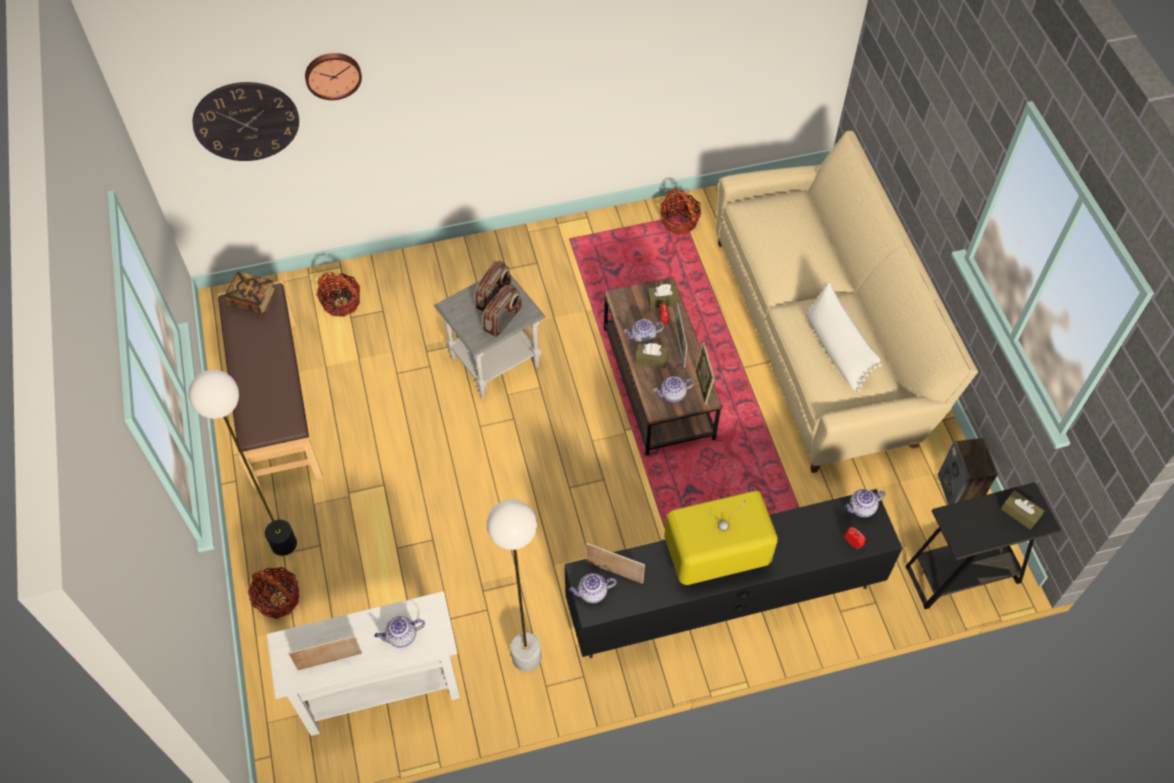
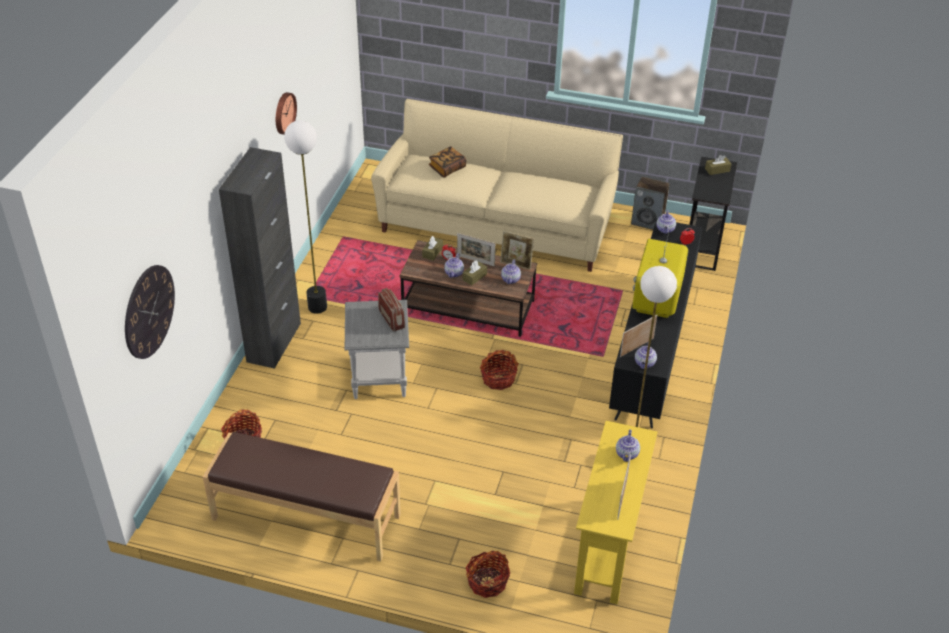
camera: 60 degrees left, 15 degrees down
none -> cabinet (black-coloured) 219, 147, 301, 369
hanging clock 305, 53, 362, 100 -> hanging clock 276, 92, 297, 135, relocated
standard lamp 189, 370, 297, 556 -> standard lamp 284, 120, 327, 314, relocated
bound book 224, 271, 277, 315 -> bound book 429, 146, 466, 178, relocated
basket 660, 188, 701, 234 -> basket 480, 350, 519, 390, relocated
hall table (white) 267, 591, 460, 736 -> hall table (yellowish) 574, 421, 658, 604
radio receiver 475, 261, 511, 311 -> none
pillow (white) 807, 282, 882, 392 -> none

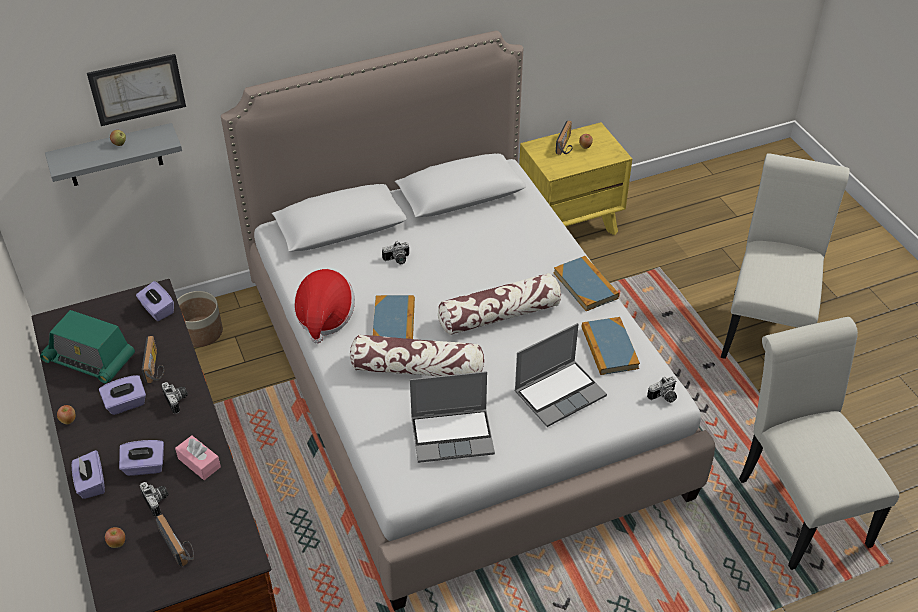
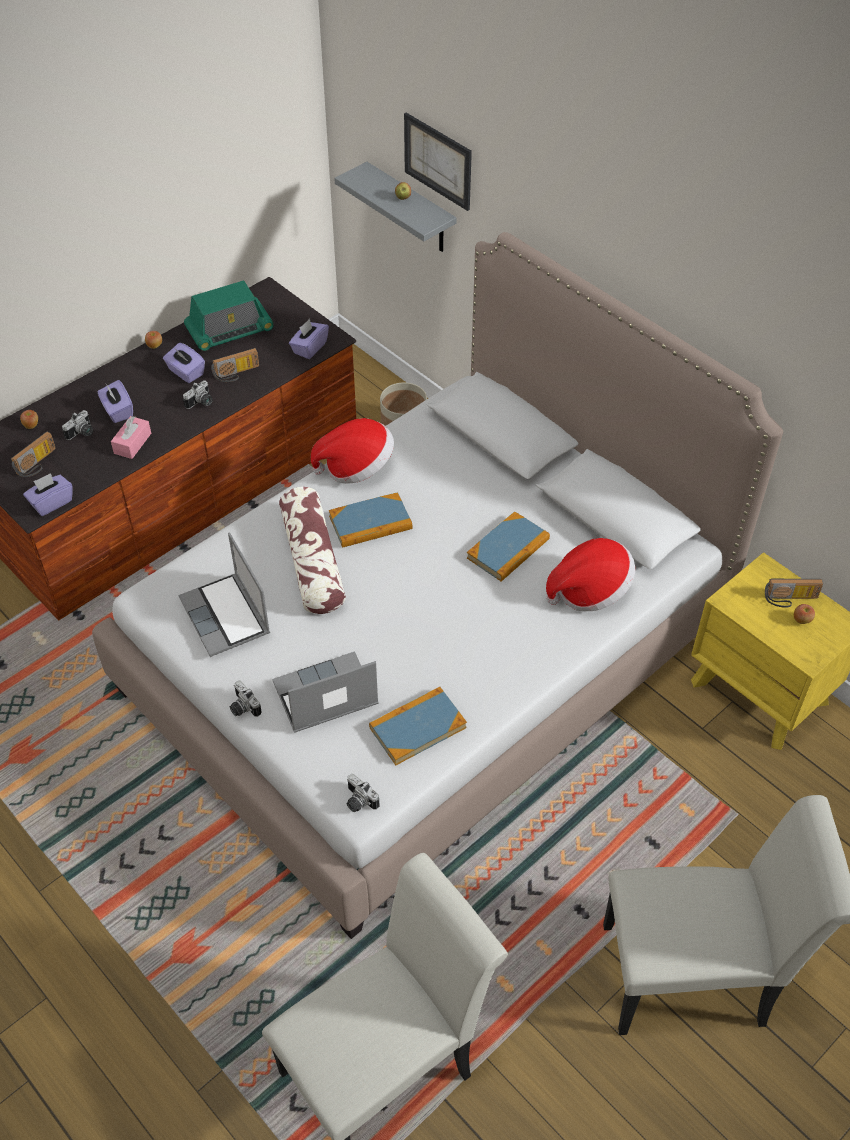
camera: 70 degrees right, 5 degrees up
box of tissues (purple-coloured) 72, 450, 105, 499 -> box of tissues (purple-coloured) 23, 473, 72, 516, relocated
radio receiver 40, 310, 135, 384 -> radio receiver 184, 281, 273, 351, 120 degrees counterclockwise
still camera 382, 241, 409, 264 -> still camera 230, 680, 262, 717, relocated
laptop 514, 323, 607, 427 -> laptop 272, 651, 379, 733, 120 degrees clockwise
bound book 554, 256, 619, 311 -> bound book 467, 511, 550, 581, relocated
none -> wearable hat 546, 538, 635, 611
pillow 438, 273, 561, 335 -> none

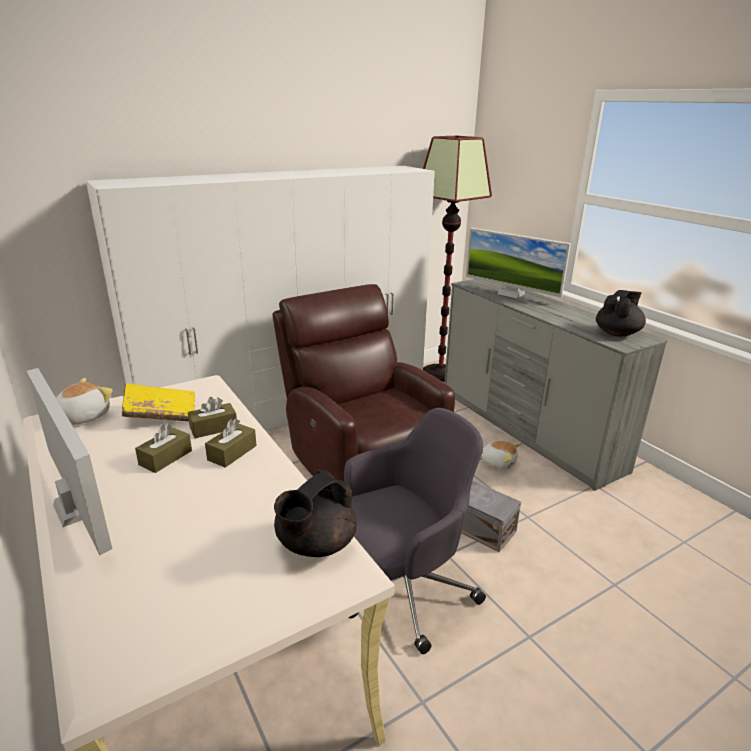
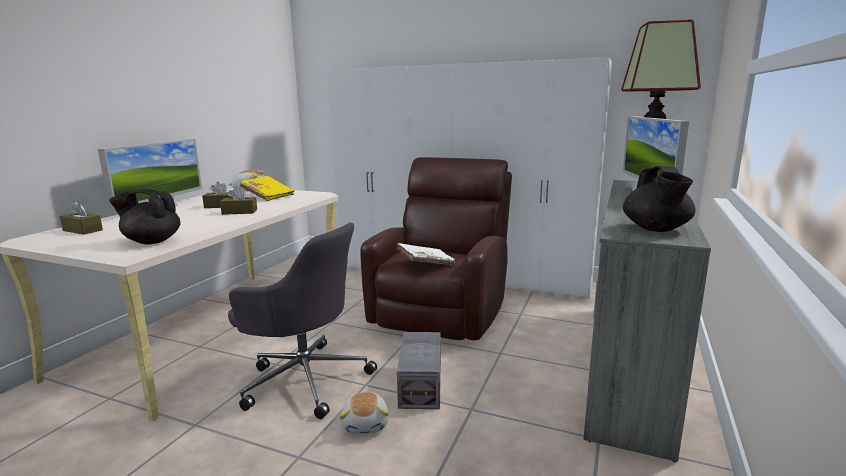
camera: 55 degrees right, 10 degrees down
box of tissues (brownish) 188, 397, 237, 438 -> box of tissues (brownish) 60, 201, 103, 235, relocated
soft toy 482, 440, 521, 470 -> soft toy 339, 392, 388, 434, relocated
none -> bound book (white) 397, 243, 455, 265
pot for tea (black-coloured) 596, 290, 646, 337 -> pot for tea (black-coloured) 623, 166, 696, 232, 90 degrees clockwise

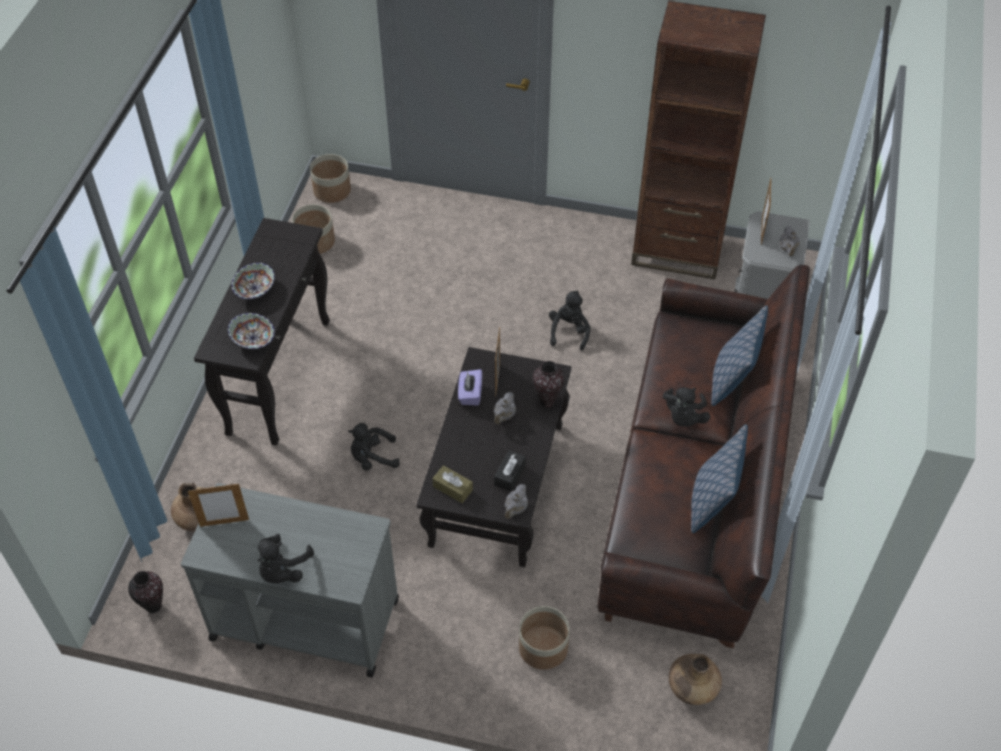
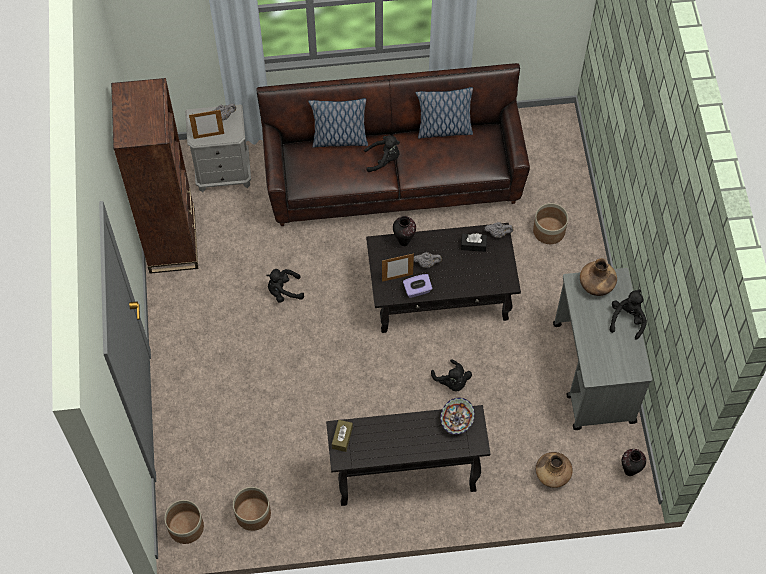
camera: 110 degrees left, 10 degrees up
box of tissues (brownish) 432, 465, 473, 503 -> box of tissues (brownish) 332, 420, 353, 452, relocated
flower vase (brownish) 668, 654, 722, 705 -> flower vase (brownish) 580, 258, 617, 296, relocated
soft toy (black-coloured) 257, 534, 314, 584 -> soft toy (black-coloured) 610, 289, 647, 340, 75 degrees counterclockwise
picture frame 188, 483, 249, 527 -> none
deep dish 231, 262, 275, 300 -> none

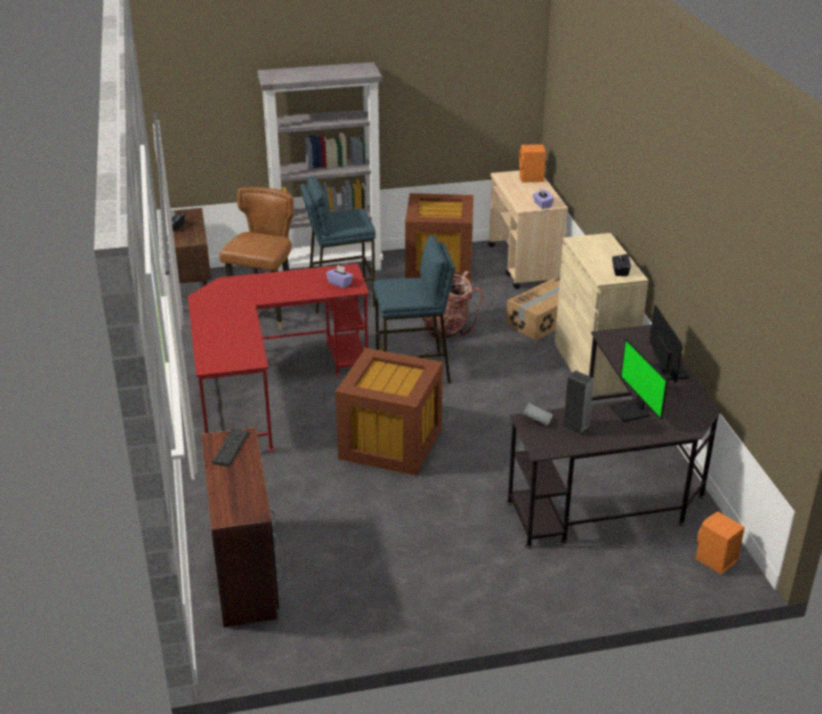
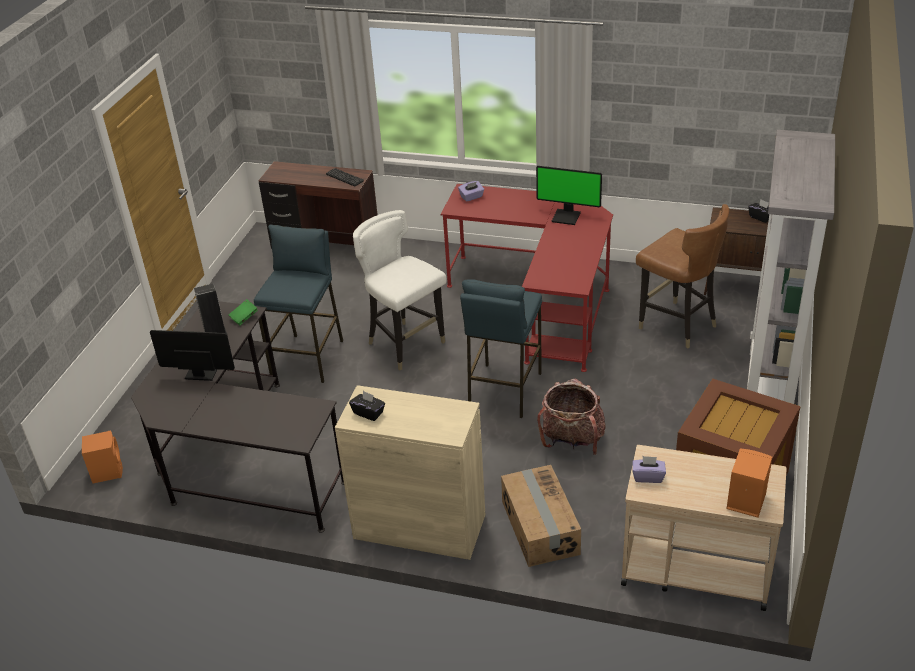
camera: 120 degrees right, 5 degrees up
bound book (gray) 523, 403, 553, 426 -> bound book (greenish) 229, 299, 258, 325
stool seat (blue) 300, 176, 376, 313 -> stool seat (blue) 254, 224, 343, 383, relocated
storage container (brownish) 335, 348, 443, 476 -> upright chair (white) 353, 210, 447, 370
box of tissues (purple-coloured) 326, 264, 353, 288 -> box of tissues (purple-coloured) 458, 181, 484, 202, relocated
monitor 649, 305, 690, 383 -> monitor 536, 166, 602, 225, relocated

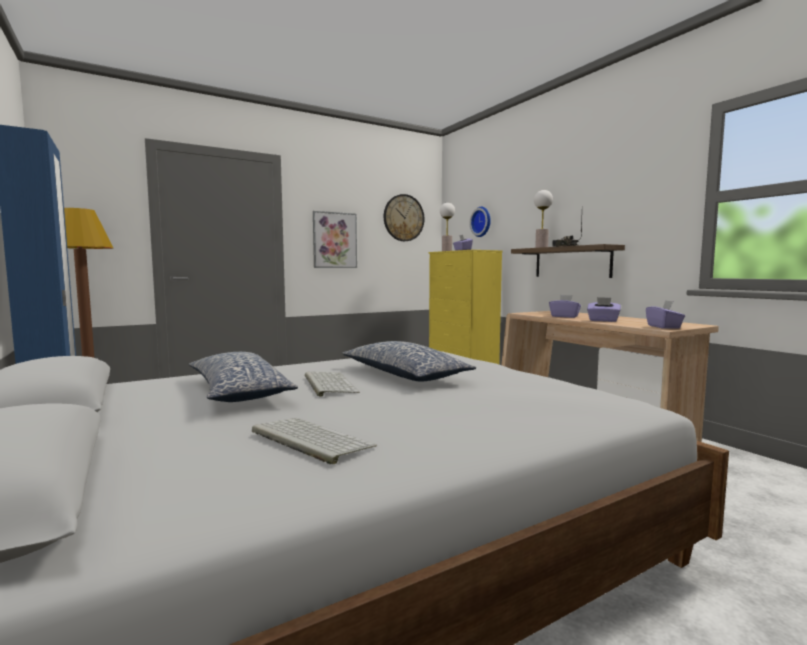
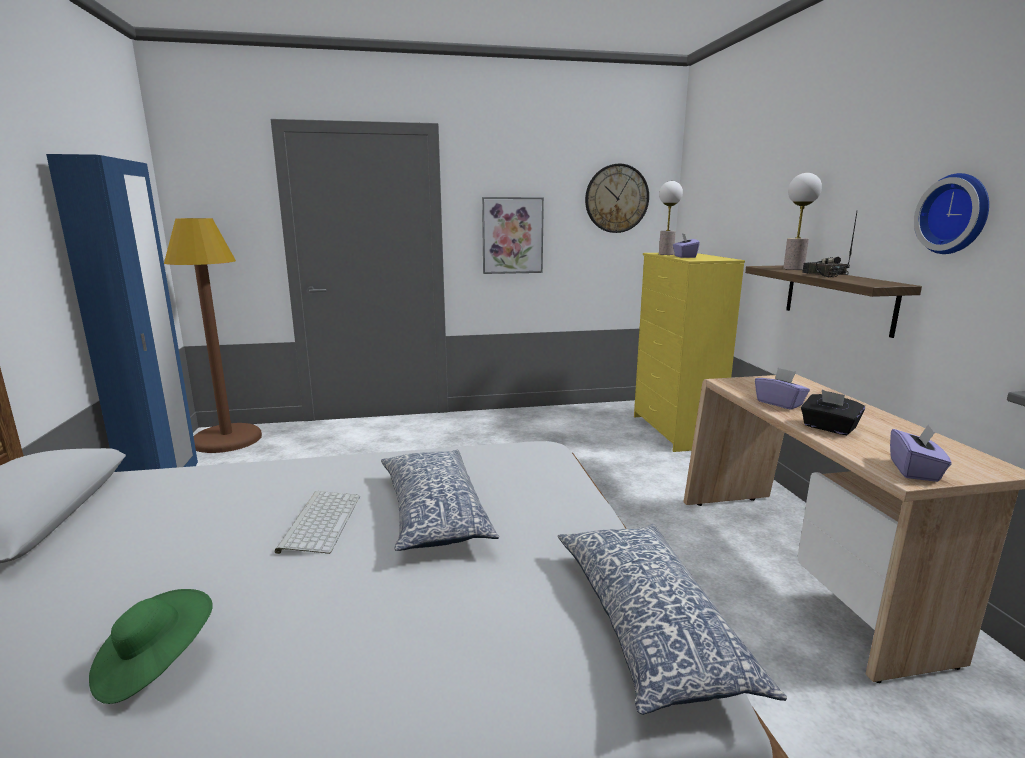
camera: 20 degrees right, 10 degrees up
keyboard 252, 418, 377, 464 -> wearable hat (greenish) 89, 589, 213, 704
pillow 189, 352, 298, 402 -> pillow 558, 524, 787, 715, relocated
box of tissues (purple-coloured) 587, 297, 621, 322 -> box of tissues (black-coloured) 801, 390, 865, 435
hanging clock 470, 207, 491, 237 -> hanging clock 914, 173, 989, 254, relocated

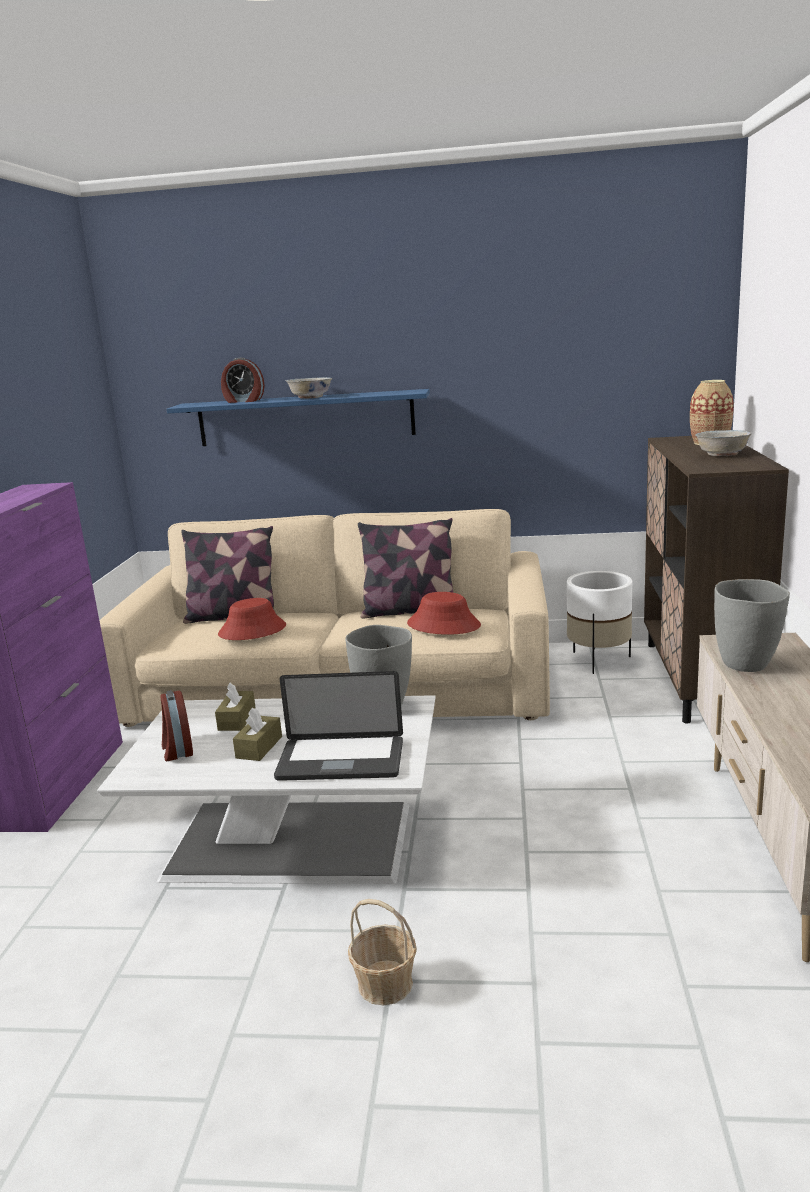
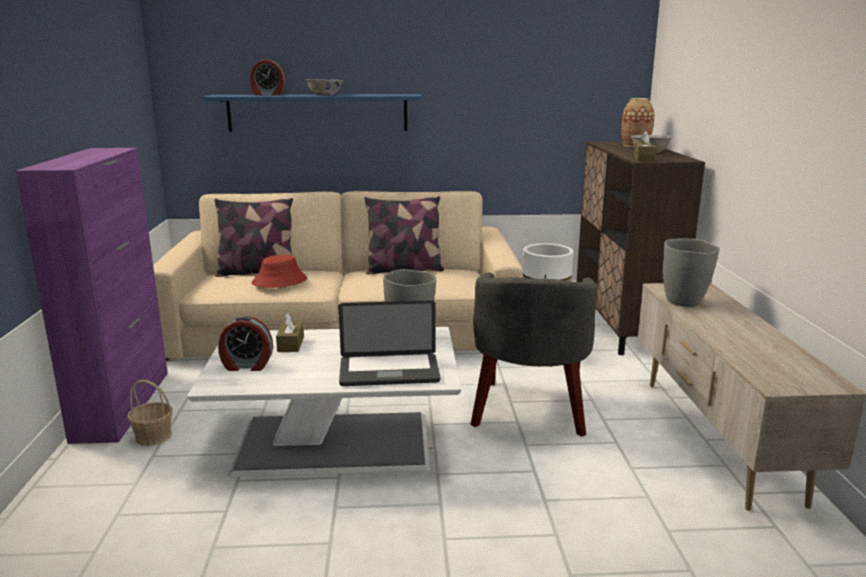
camera: 10 degrees left, 0 degrees up
basket 348, 899, 417, 1005 -> basket 127, 380, 173, 446, relocated
table clock 160, 690, 193, 761 -> table clock 218, 316, 273, 371, 60 degrees counterclockwise
none -> lounge chair (gray) 470, 272, 597, 437
box of tissues (brownish) 233, 707, 282, 761 -> box of tissues (brownish) 634, 131, 657, 162, relocated
wearable hat (red) 407, 592, 481, 635 -> none

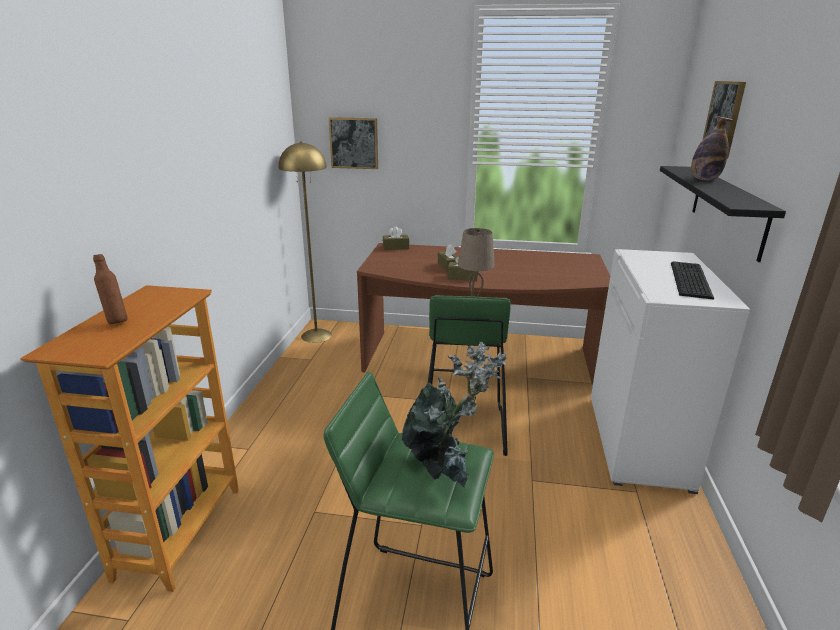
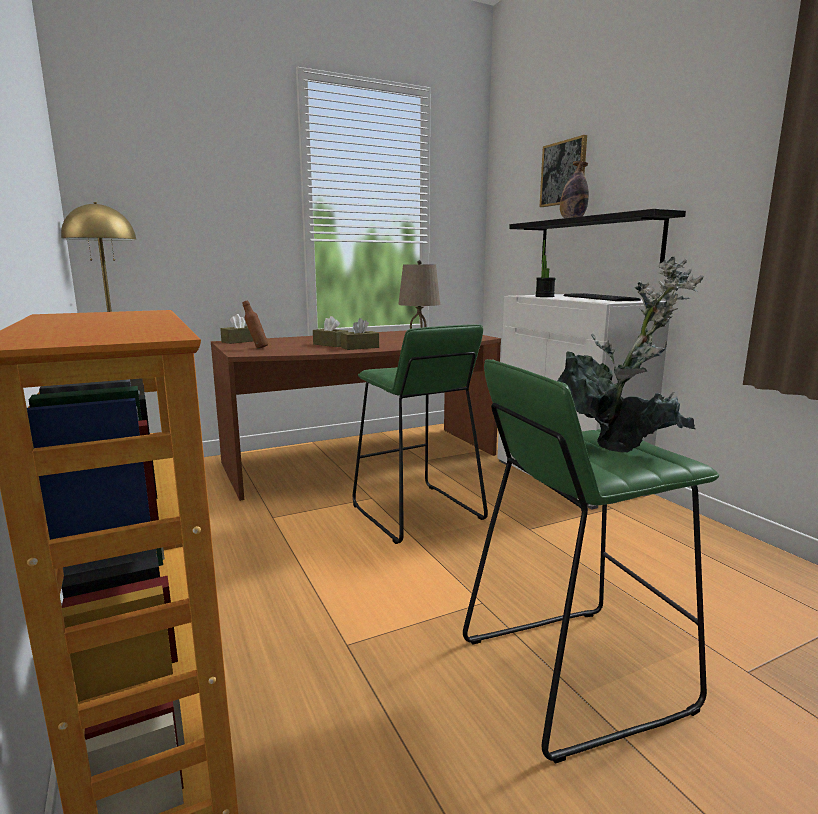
camera: 35 degrees left, 10 degrees down
beverage bottle (brownish) 93, 254, 128, 324 -> beverage bottle (brownish) 243, 301, 268, 349, relocated
none -> houseplant 535, 240, 556, 297
wall art 329, 117, 378, 169 -> none

